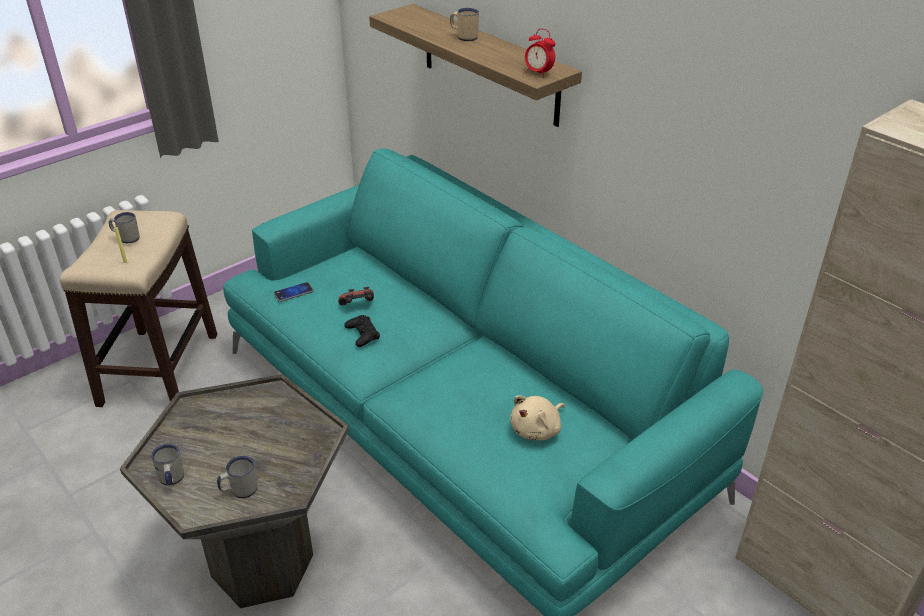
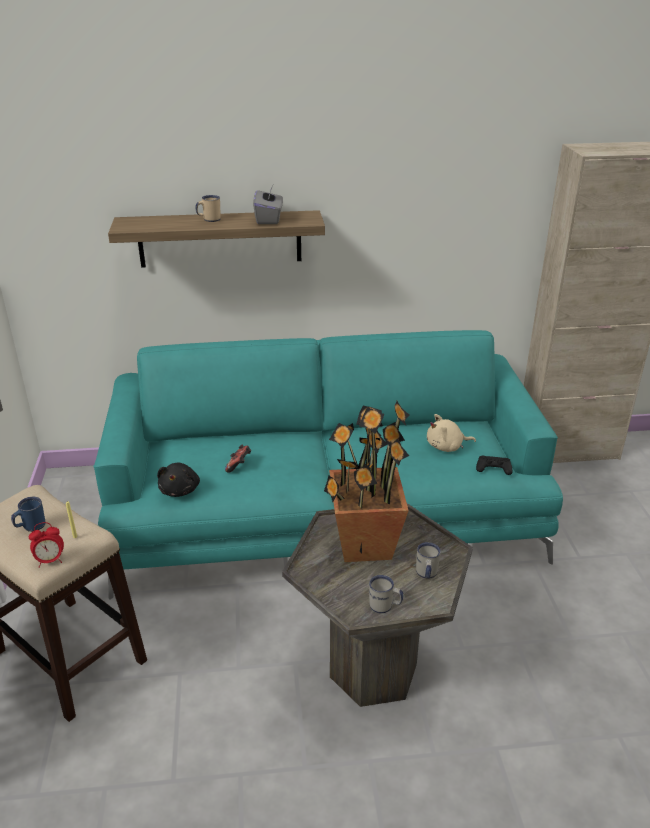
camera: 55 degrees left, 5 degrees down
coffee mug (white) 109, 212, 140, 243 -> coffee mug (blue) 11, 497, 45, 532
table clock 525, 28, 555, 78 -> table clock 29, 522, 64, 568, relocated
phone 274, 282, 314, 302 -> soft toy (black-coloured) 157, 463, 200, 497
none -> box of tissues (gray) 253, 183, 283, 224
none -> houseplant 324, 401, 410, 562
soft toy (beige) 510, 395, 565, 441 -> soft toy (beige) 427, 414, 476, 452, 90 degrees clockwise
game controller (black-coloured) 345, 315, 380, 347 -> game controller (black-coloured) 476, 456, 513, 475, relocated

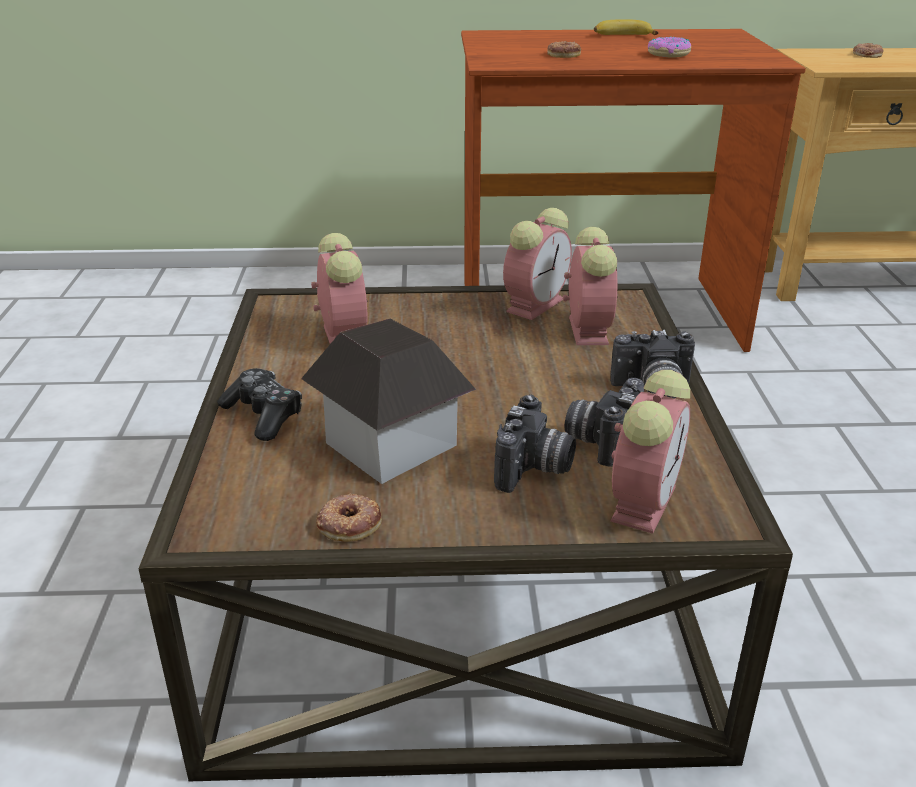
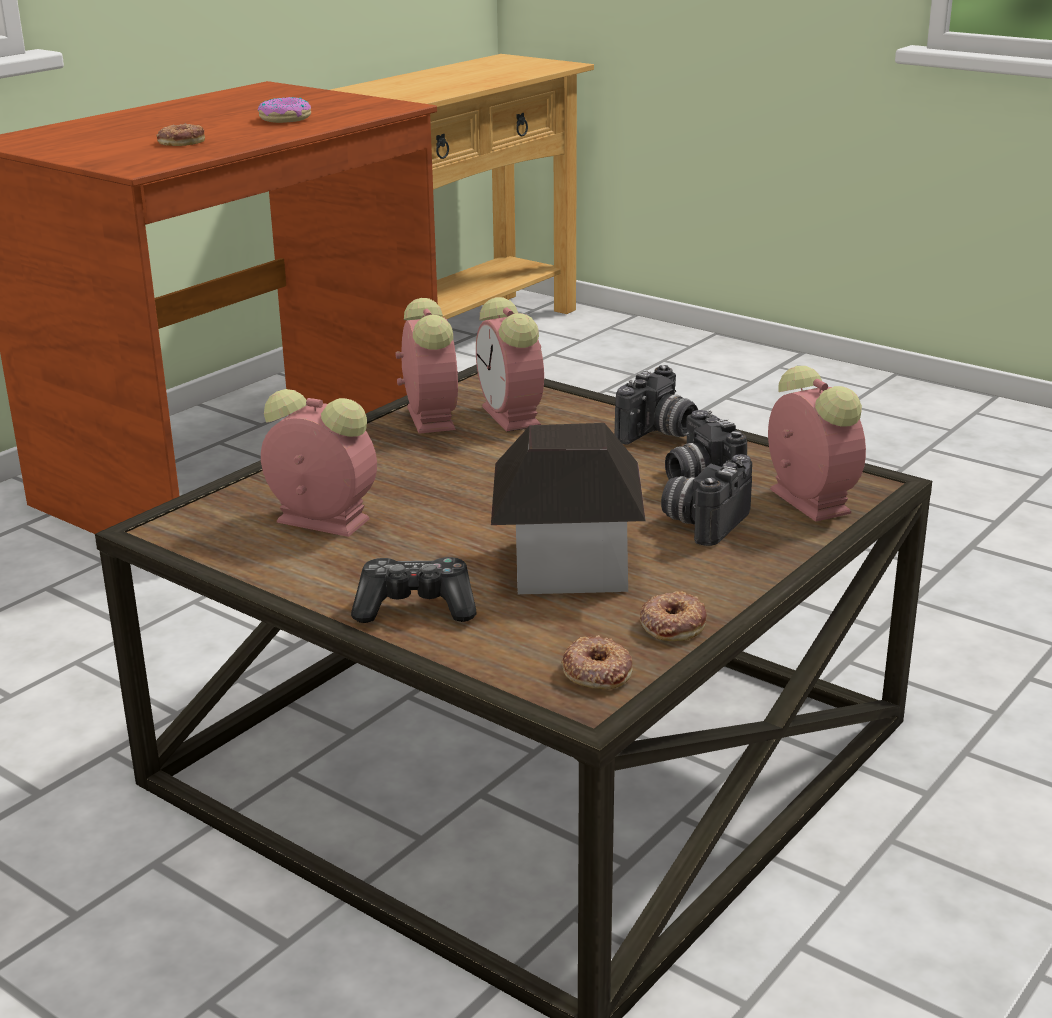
camera: 50 degrees left, 5 degrees down
table clock 563, 226, 618, 345 -> table clock 476, 297, 544, 432, 150 degrees counterclockwise
doughnut 853, 43, 883, 58 -> doughnut 561, 635, 633, 690, relocated
still camera 494, 394, 576, 493 -> still camera 661, 454, 752, 546, 120 degrees counterclockwise
banana fruit 594, 19, 659, 35 -> none

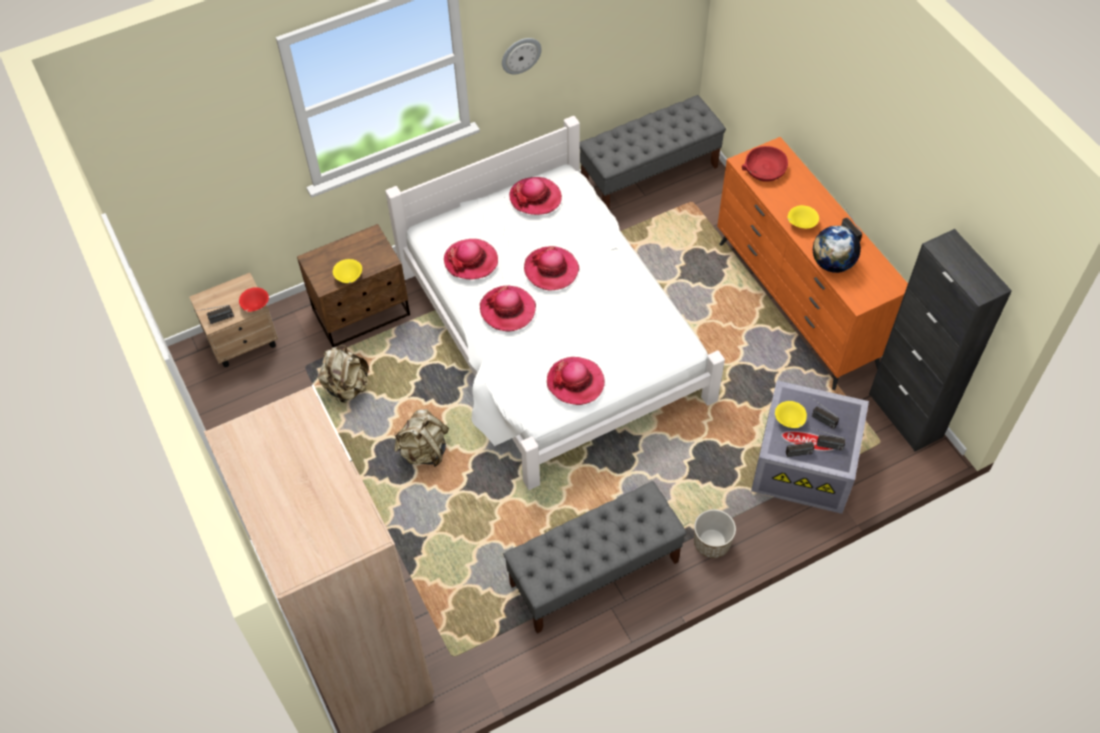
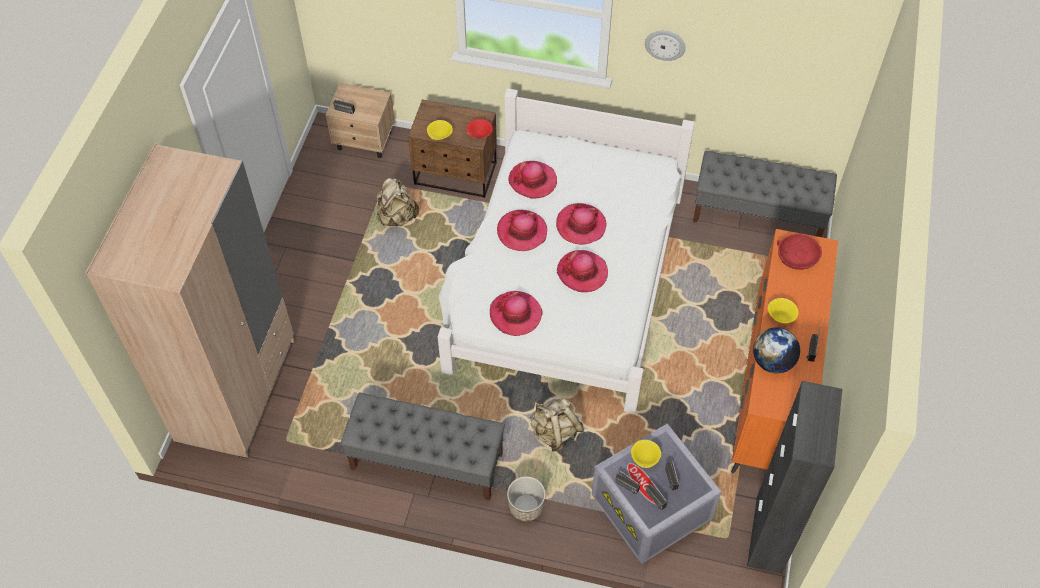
camera: 40 degrees right, 0 degrees up
deep dish (red) 239, 287, 269, 312 -> deep dish (red) 466, 119, 493, 138, relocated
knapsack (beige) 394, 409, 449, 467 -> knapsack (beige) 530, 398, 584, 452, relocated
wearable hat 509, 177, 562, 215 -> wearable hat 557, 250, 608, 292, relocated

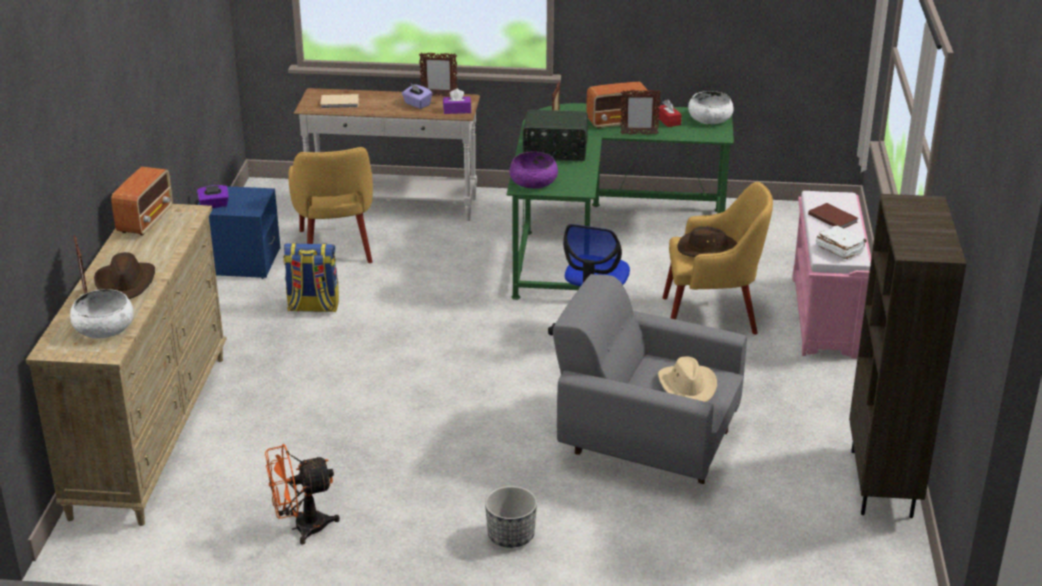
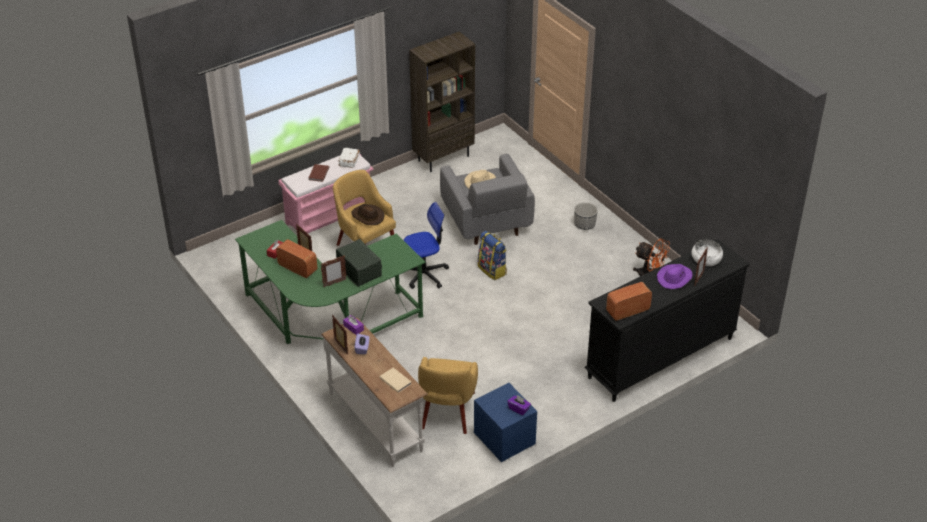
camera: 130 degrees left, 10 degrees up
lounge chair (yellowish) 288, 147, 373, 263 -> lounge chair (yellowish) 418, 357, 478, 434, 150 degrees clockwise
knapsack 283, 243, 339, 312 -> knapsack 478, 231, 507, 280, relocated
chest of drawers (beige) 26, 204, 227, 526 -> chest of drawers (black-coloured) 584, 239, 750, 402
wearable hat (brownish) 94, 252, 155, 299 -> wearable hat (purple-coloured) 657, 264, 692, 289
deep dish (purple-coloured) 509, 151, 558, 189 -> none
deep dish (white) 688, 91, 733, 124 -> none

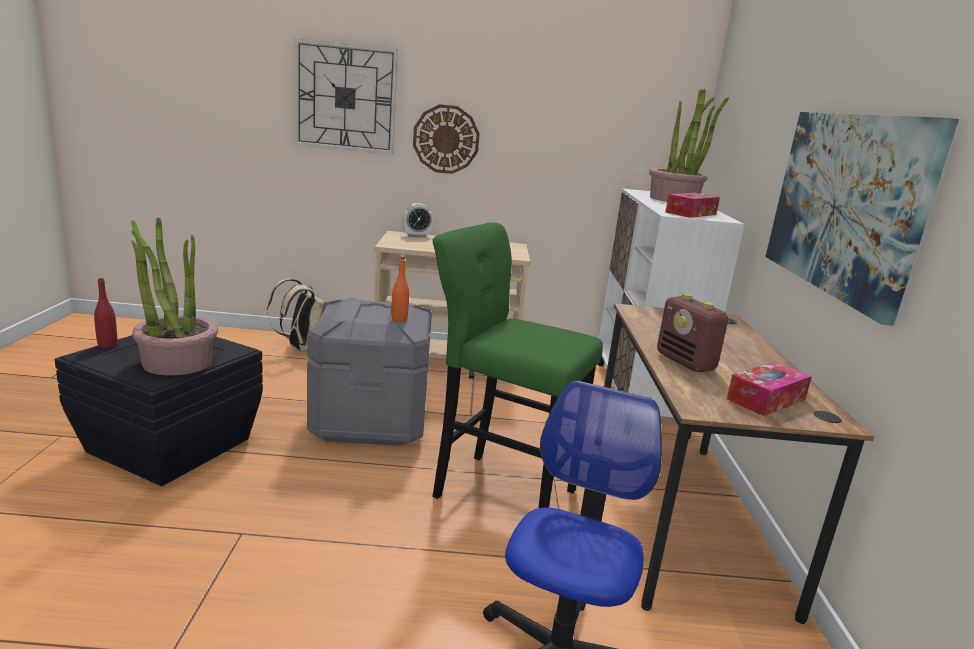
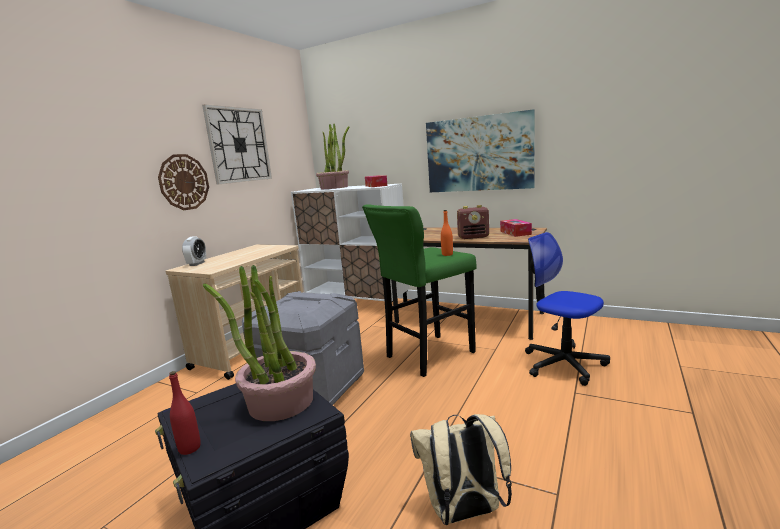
camera: 60 degrees left, 5 degrees down
hanging clock 294, 38, 398, 155 -> hanging clock 202, 104, 272, 185, relocated
knapsack (beige) 267, 278, 326, 352 -> knapsack (beige) 410, 414, 512, 525, relocated
beverage bottle (orangey) 391, 257, 409, 322 -> beverage bottle (orangey) 441, 210, 453, 256, relocated

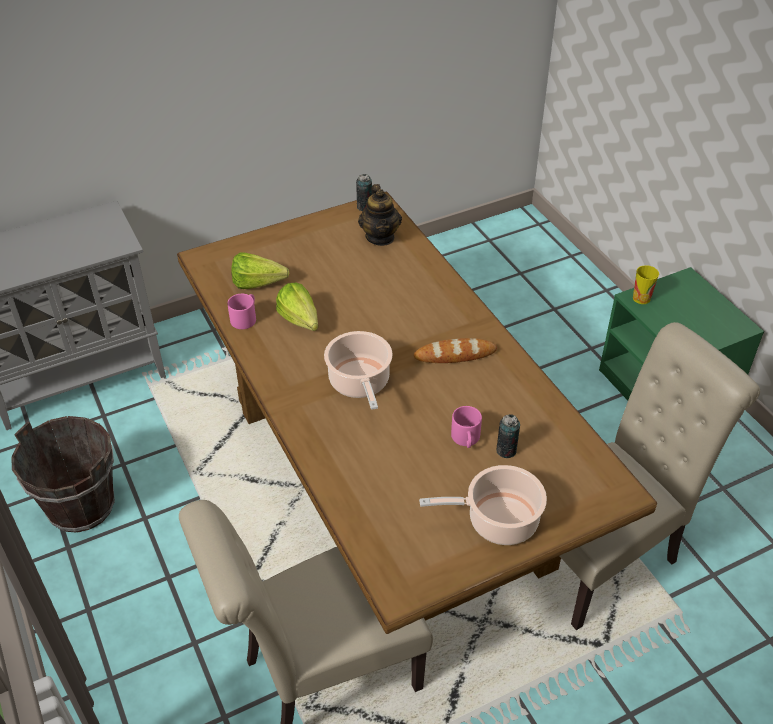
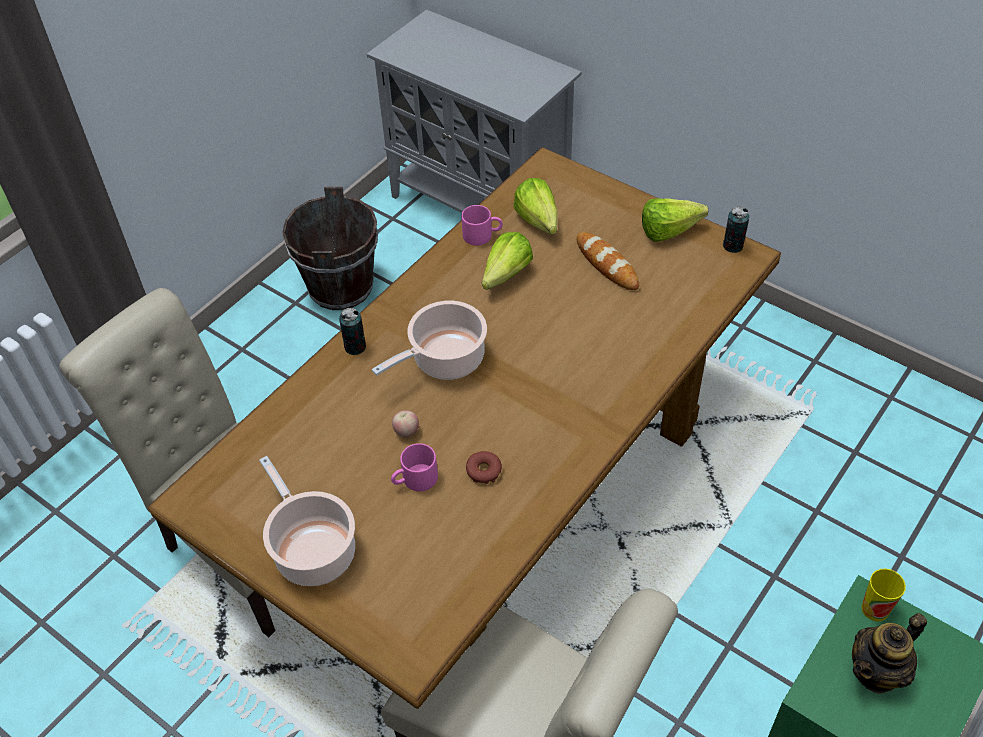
camera: 65 degrees right, 5 degrees up
sealed can 496, 414, 520, 458 -> sealed can 339, 308, 366, 355, relocated
none -> whole apple 392, 410, 419, 438
none -> doughnut 466, 451, 502, 484
bakery bread 414, 338, 497, 363 -> bakery bread 577, 232, 639, 290, relocated
none -> lettuce 642, 199, 708, 242
pot for tea 358, 184, 402, 246 -> pot for tea 852, 613, 927, 694, relocated

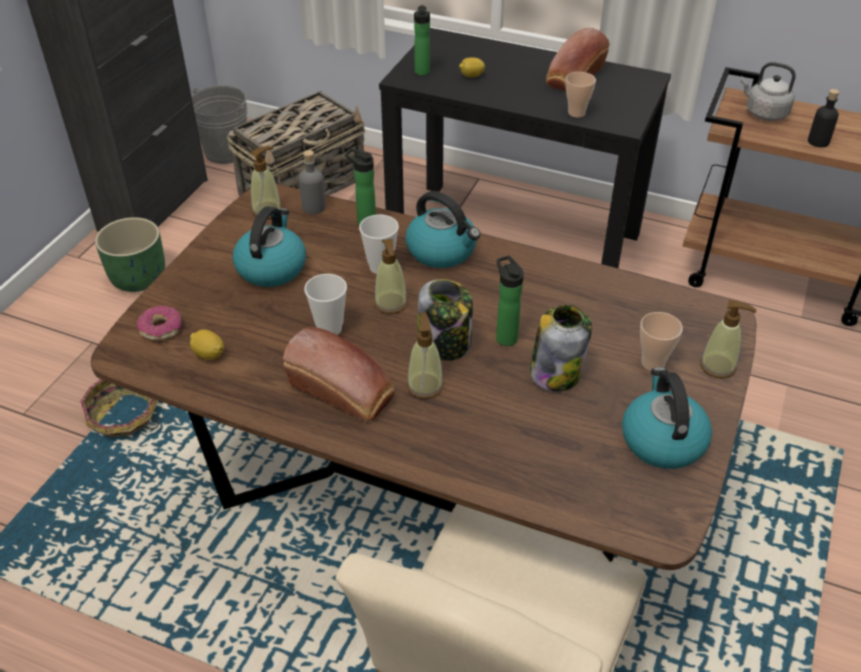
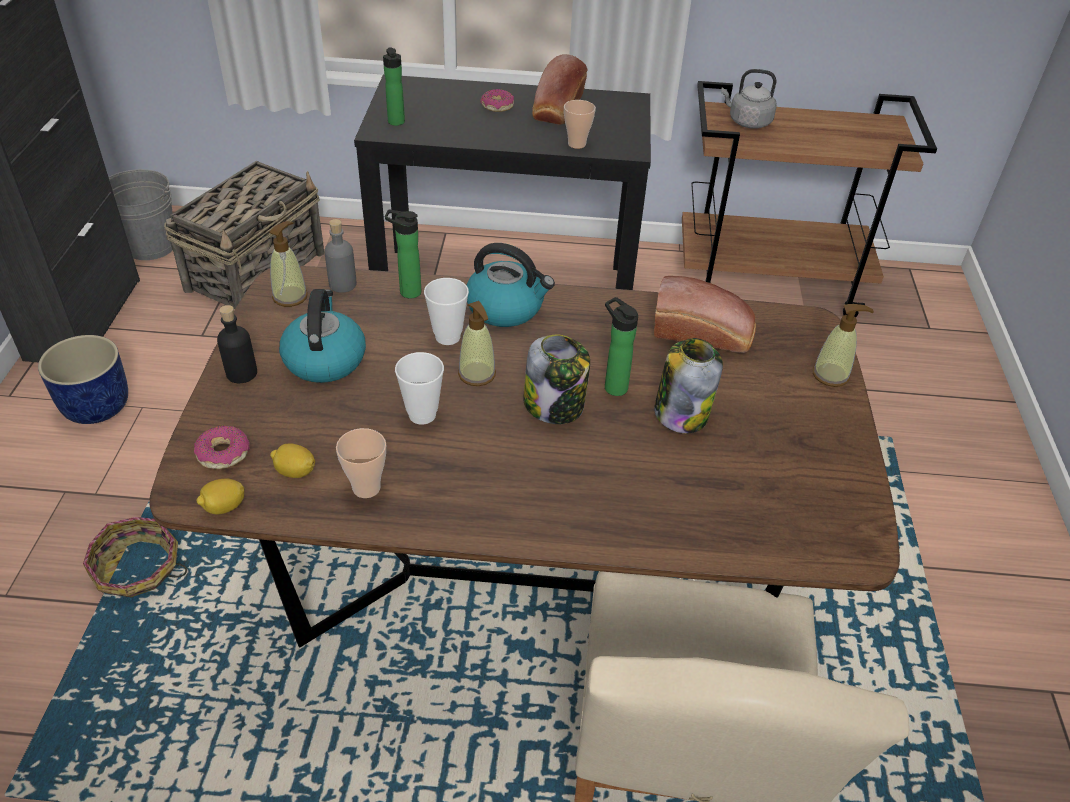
camera: 20 degrees left, 0 degrees up
plant pot (greenish) 95, 217, 165, 292 -> plant pot (blue) 38, 335, 128, 424
citrus fruit 459, 58, 485, 77 -> citrus fruit 196, 478, 245, 514, relocated
beverage bottle (black-coloured) 808, 89, 839, 147 -> beverage bottle (black-coloured) 217, 305, 257, 383, relocated
drinking cup 640, 312, 683, 371 -> drinking cup 336, 428, 386, 498, relocated
none -> doughnut 480, 89, 514, 112
bakery bread 283, 327, 395, 422 -> bakery bread 654, 276, 756, 353, relocated
soap dispenser 407, 312, 444, 399 -> none
kettle 622, 367, 712, 469 -> none

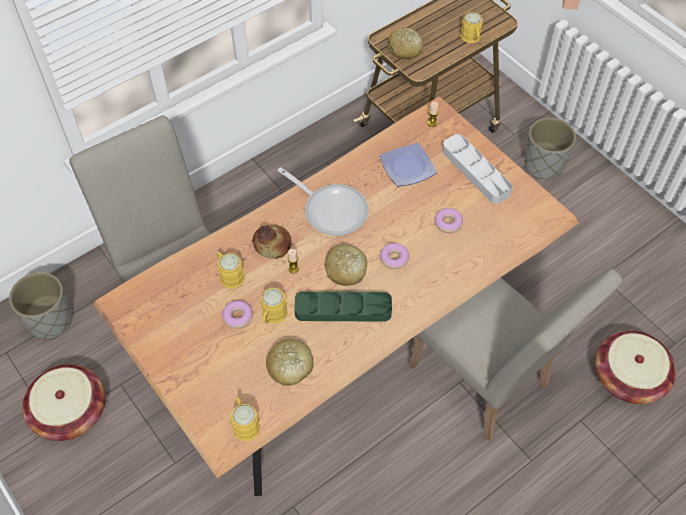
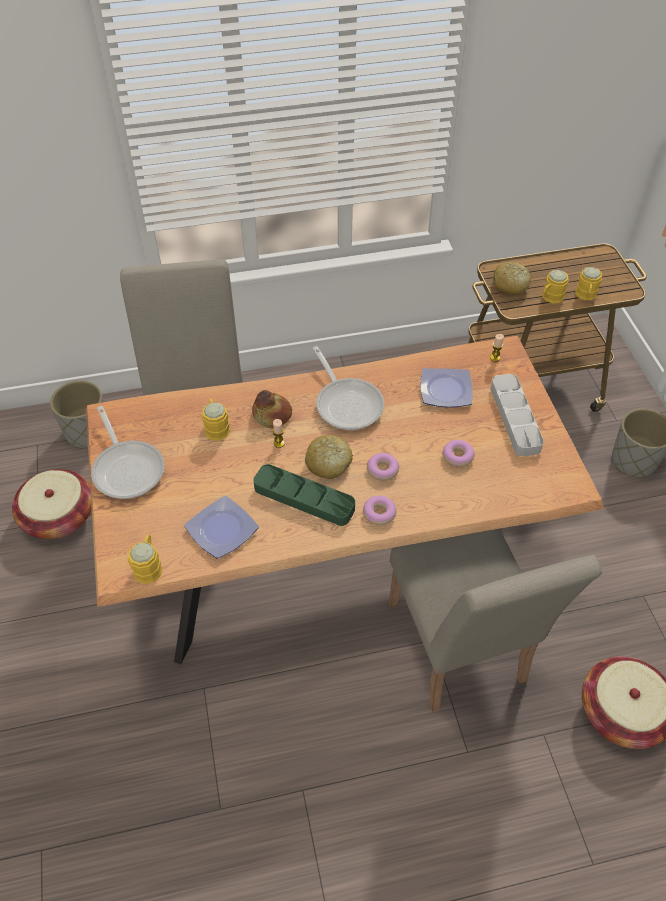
camera: 25 degrees right, 5 degrees down
none -> pan 91, 406, 165, 499
bakery bread 266, 339, 314, 386 -> flat dish 184, 495, 259, 558
doughnut 222, 300, 253, 329 -> doughnut 363, 496, 396, 525, relocated
coffee mug (yellowish) 261, 288, 288, 324 -> coffee mug (yellowish) 542, 270, 568, 303, relocated

